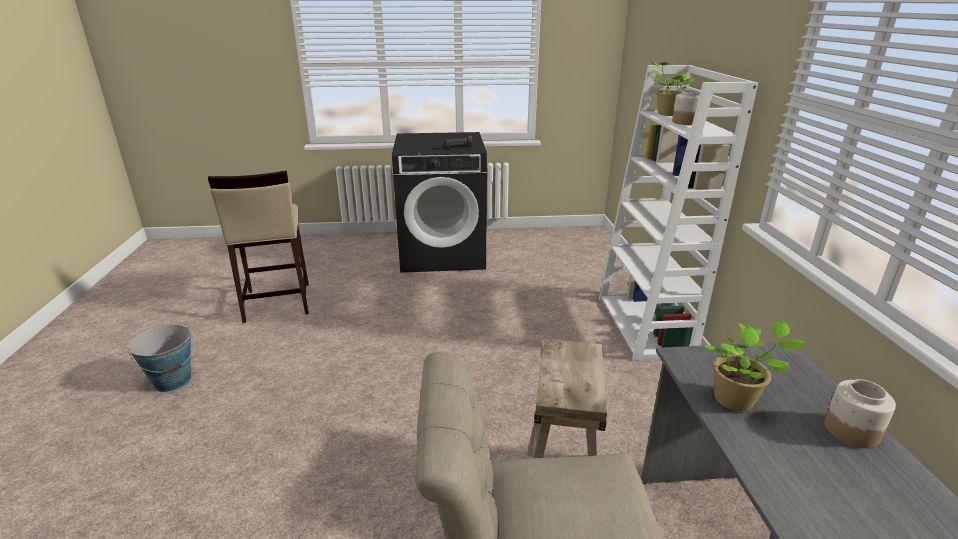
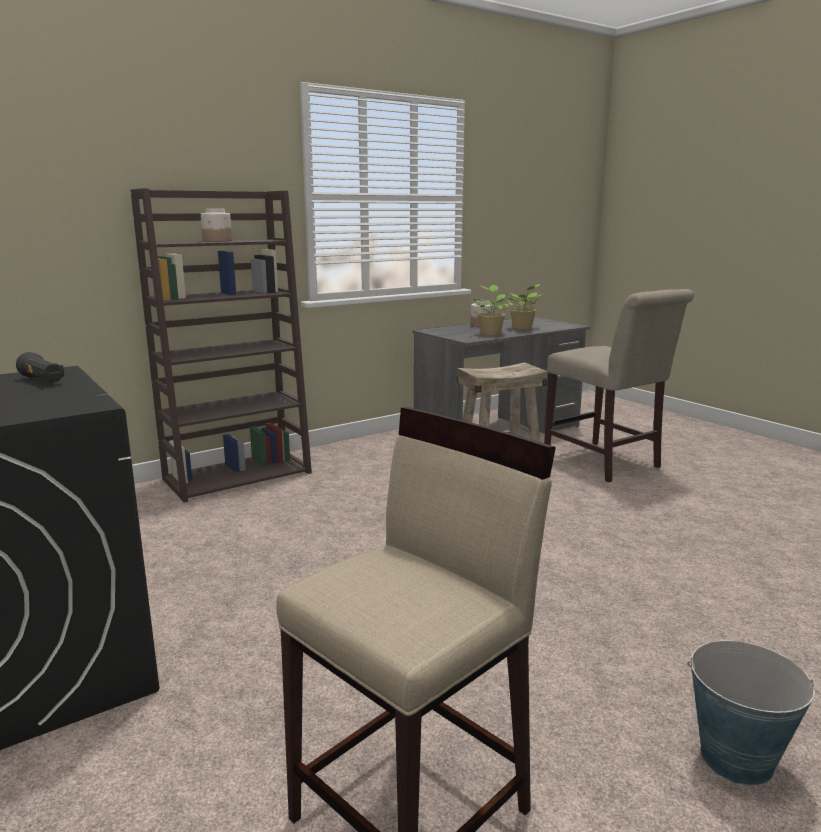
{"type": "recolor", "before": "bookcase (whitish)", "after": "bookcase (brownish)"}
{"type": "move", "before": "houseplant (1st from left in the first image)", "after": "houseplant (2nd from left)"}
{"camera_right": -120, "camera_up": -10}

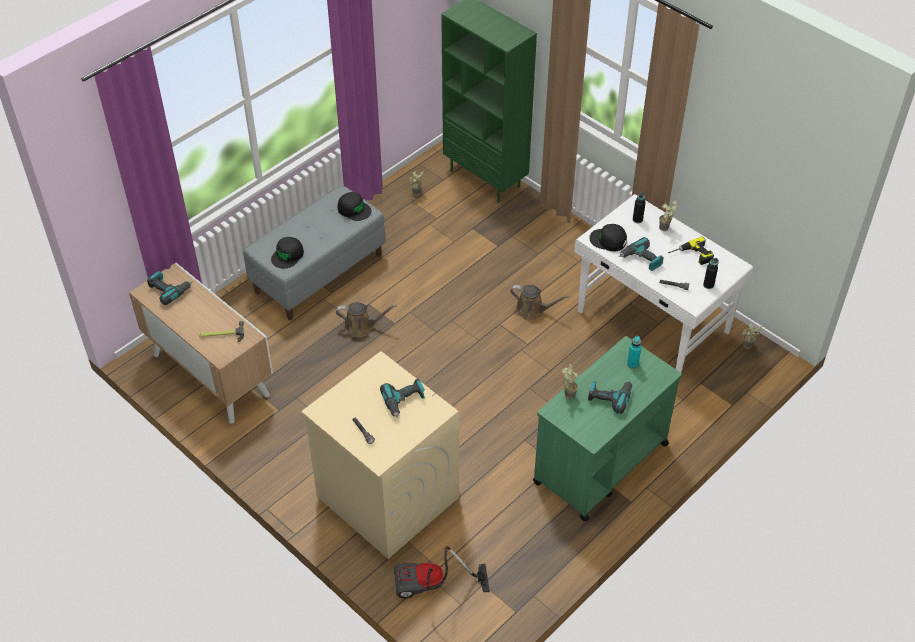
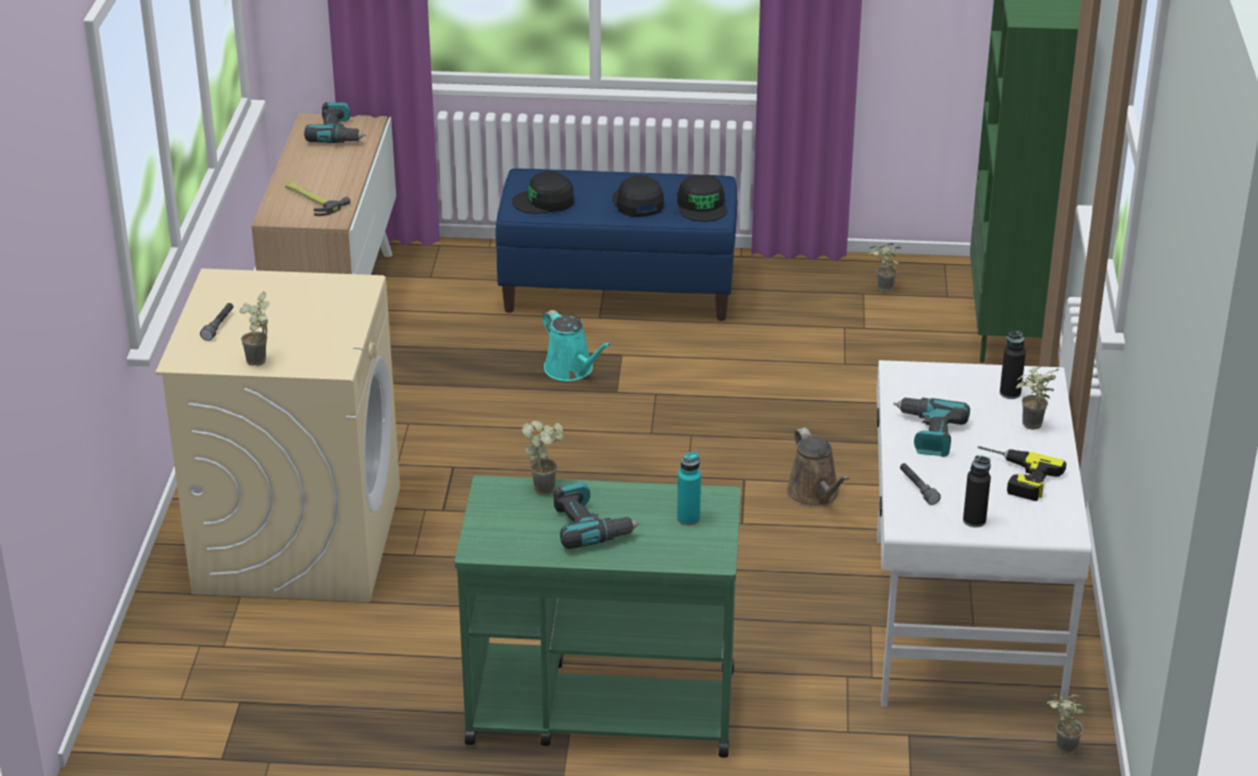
{"type": "insert", "after": "houseplant (1st from left)"}
{"type": "recolor", "before": "bench (greyish)", "after": "bench (blue)"}
{"type": "recolor", "before": "watering pot (brownish) (1st from left)", "after": "watering pot (blue-green)"}
{"type": "move", "before": "baseball cap (black) (3rd from left in the first image)", "after": "baseball cap (black) (2nd from left)"}
{"type": "delete", "before": "power drill (2nd from left)"}
{"type": "delete", "before": "vacuum"}
{"camera_right": 50, "camera_up": -15}

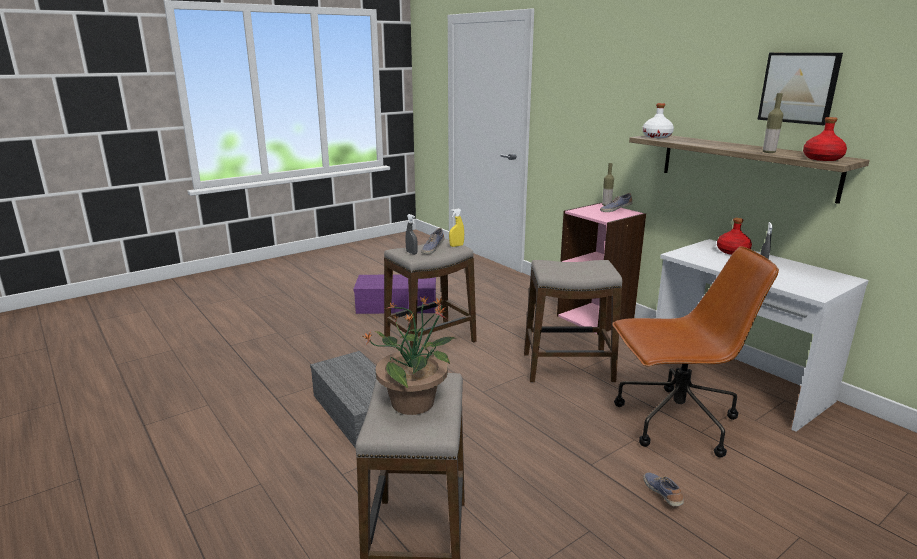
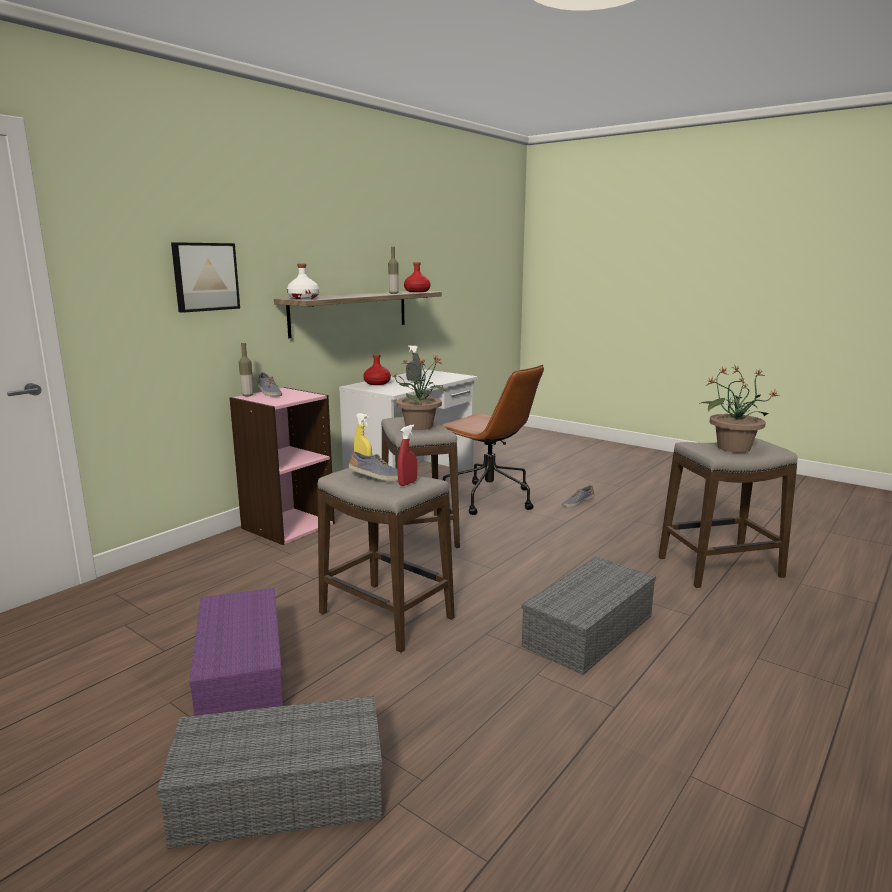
{"type": "insert", "after": "storage container (greyish) (1st from left)"}
{"type": "move", "before": "wall art"}
{"type": "insert", "after": "houseplant (1st from left)"}
{"type": "recolor", "before": "hand sprayer (greyish) (1st from left)", "after": "hand sprayer (red-coloured)"}
{"type": "rotate", "before": "computer chair (brownish)", "turn": 150}
{"camera_right": -105, "camera_up": -5}

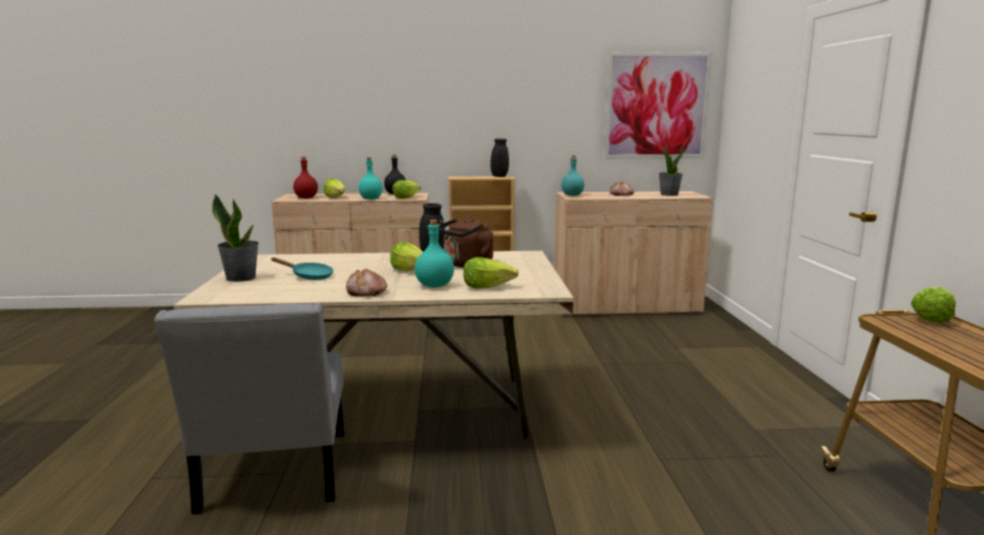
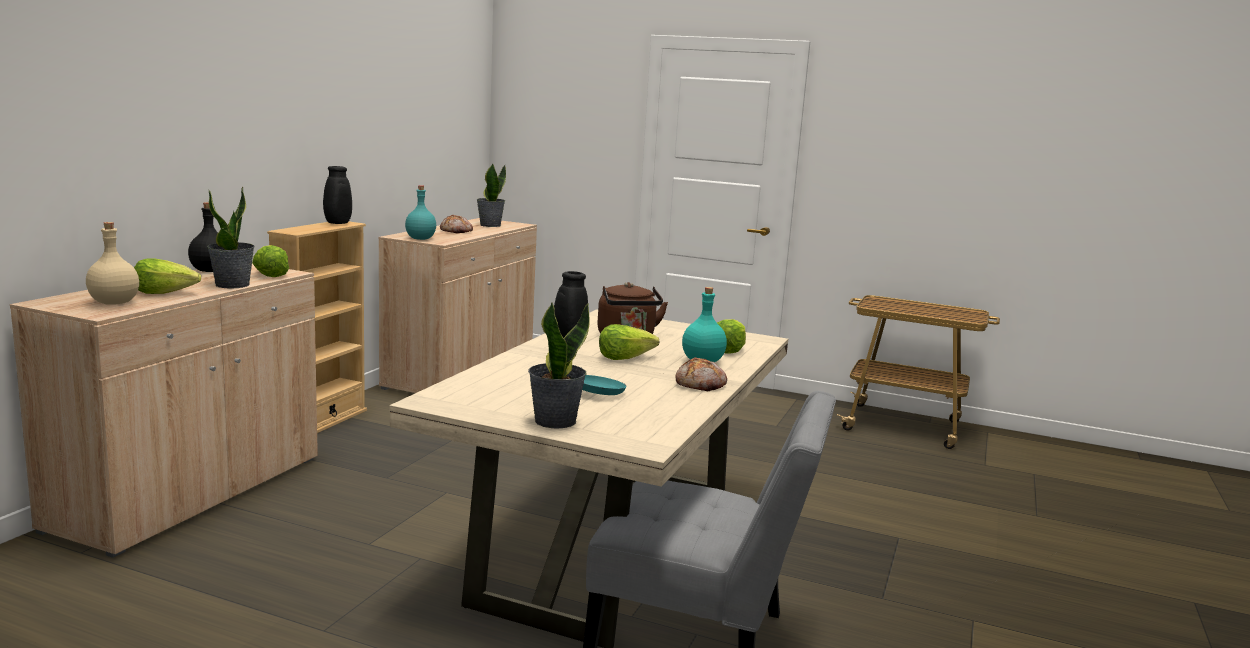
{"type": "recolor", "before": "beverage bottle (red-coloured)", "after": "beverage bottle (beige-coloured)"}
{"type": "replace", "before": "beverage bottle (blue-green) (1st from left)", "after": "houseplant (1st from left)"}
{"type": "delete", "before": "wall art"}
{"type": "delete", "before": "lettuce (5th from left)"}
{"camera_right": -65, "camera_up": 0}

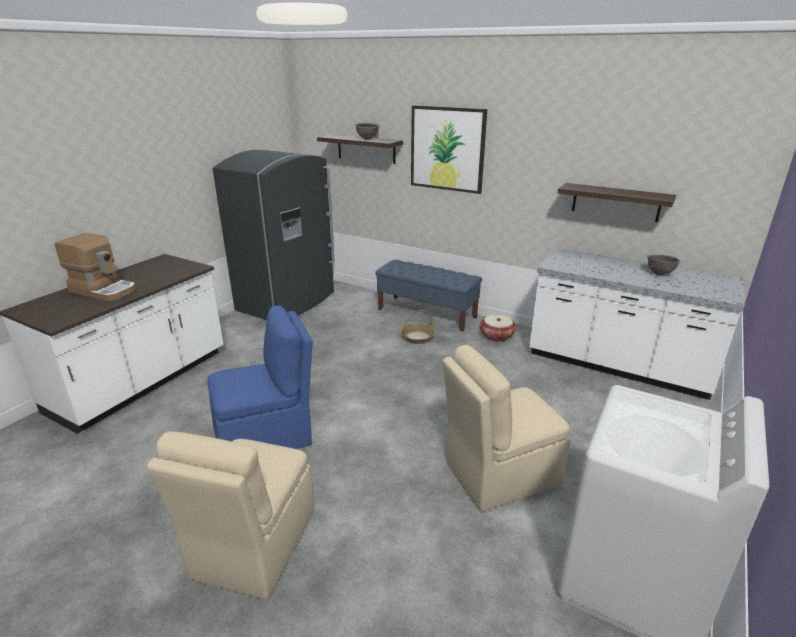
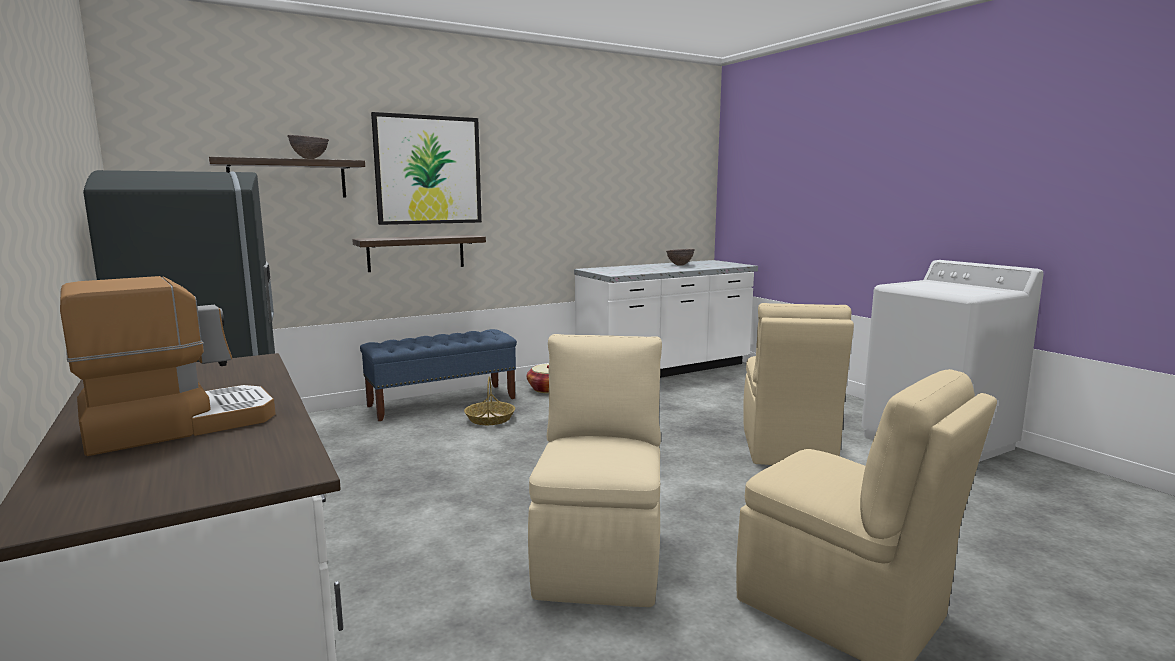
{"type": "move", "before": "bracket shelf (2nd from left)"}
{"type": "recolor", "before": "plain chair (blue)", "after": "plain chair (beige-coloured) (1st from left)"}
{"camera_right": -60, "camera_up": -15}

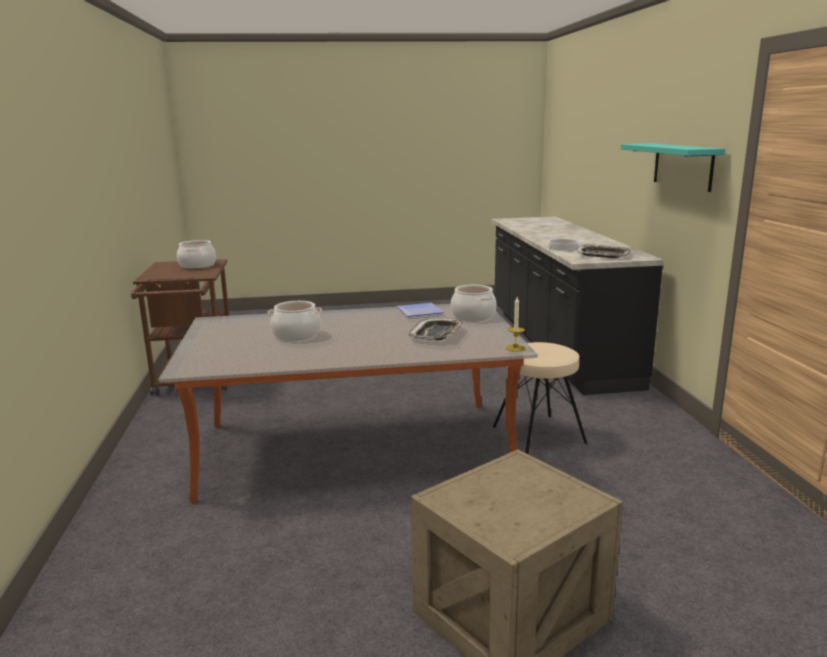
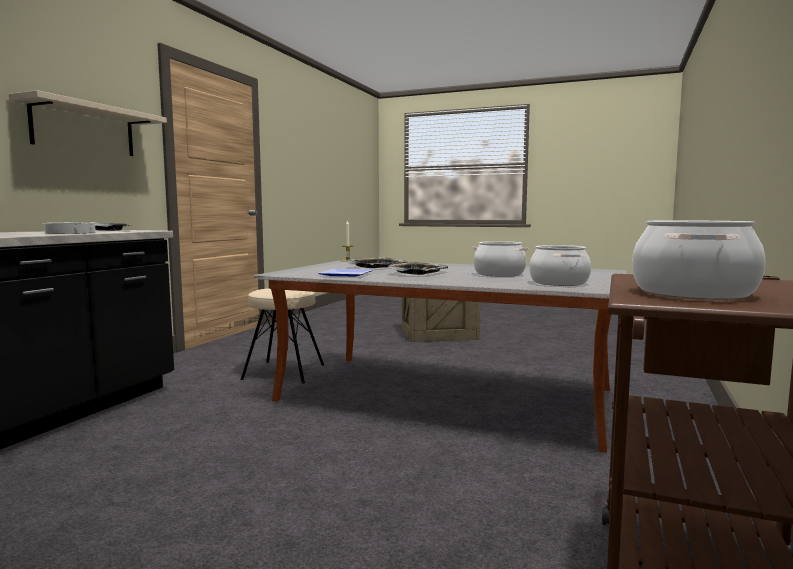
{"type": "recolor", "before": "bracket shelf (blue-green)", "after": "bracket shelf (beige-coloured)"}
{"type": "insert", "after": "serving tray (3rd from left)"}
{"type": "move", "before": "cooking pot (3rd from left)"}
{"camera_right": -150, "camera_up": -10}

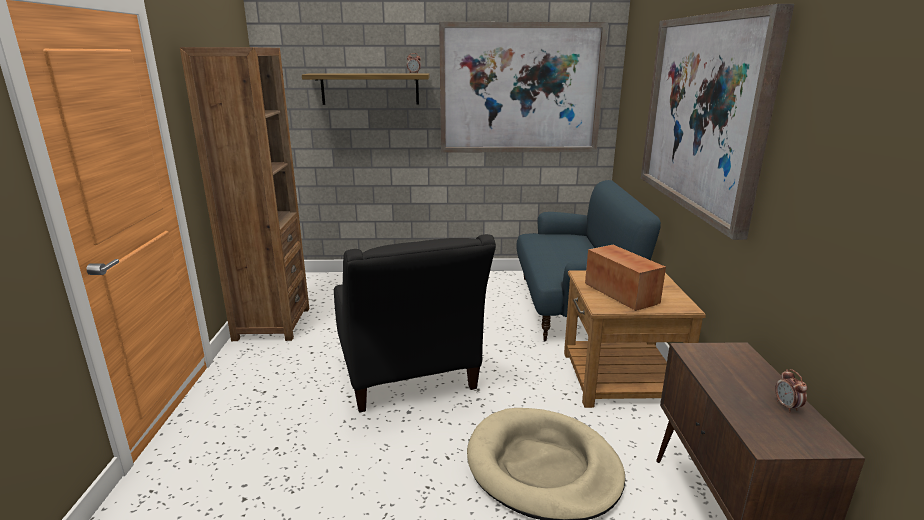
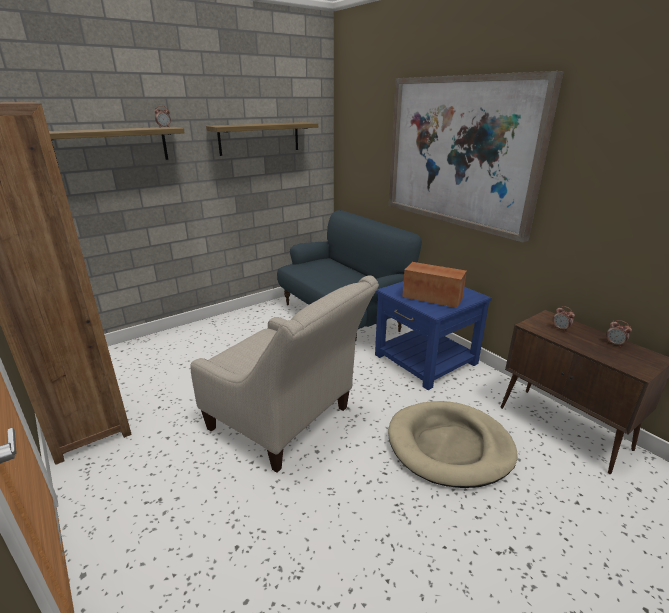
{"type": "recolor", "before": "lounge chair (black)", "after": "lounge chair (beige-coloured)"}
{"type": "replace", "before": "wall art (1st from left)", "after": "bracket shelf (2nd from left)"}
{"type": "recolor", "before": "end table (brownish)", "after": "end table (blue)"}
{"type": "insert", "after": "bedside clock (2nd from left)"}
{"camera_right": -35, "camera_up": 5}

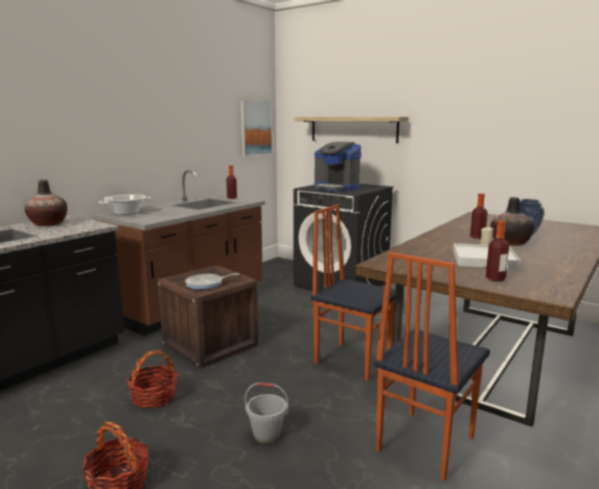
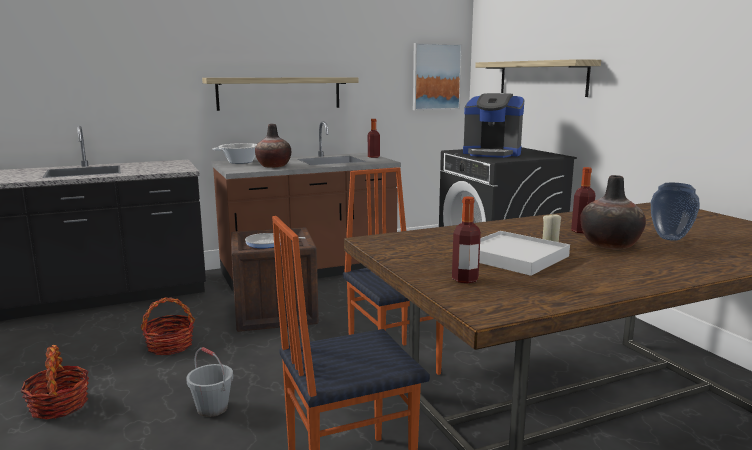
{"type": "insert", "after": "bracket shelf (1st from left)"}
{"type": "move", "before": "vase (1st from left)"}
{"type": "rotate", "before": "coffee maker", "turn": -45}
{"camera_right": 30, "camera_up": 0}

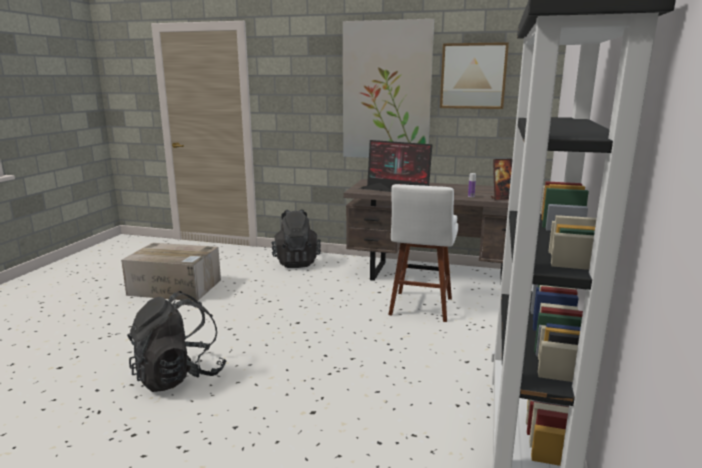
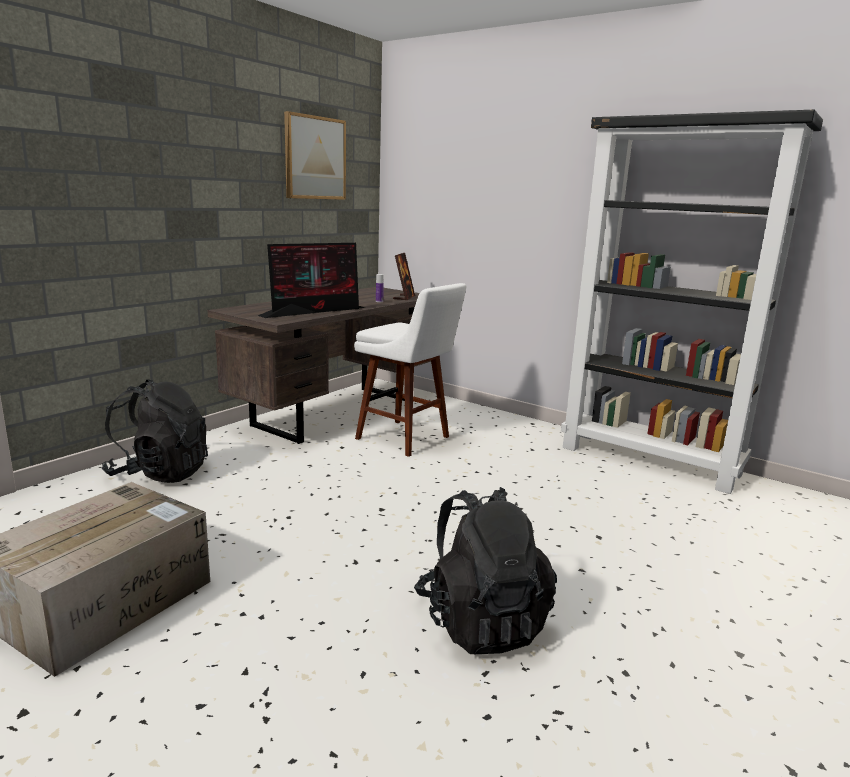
{"type": "delete", "before": "wall art (1st from left)"}
{"camera_right": -70, "camera_up": 0}

